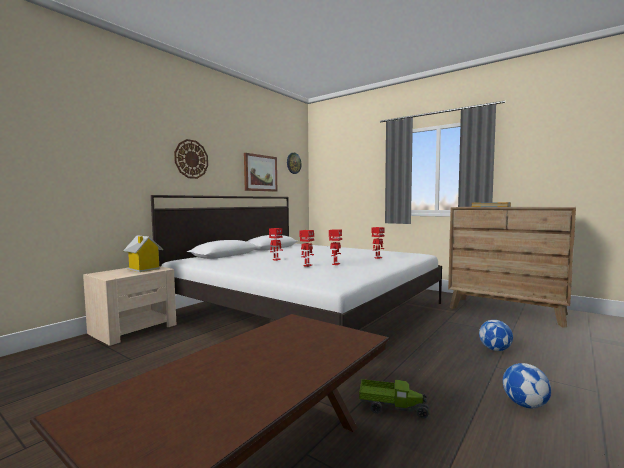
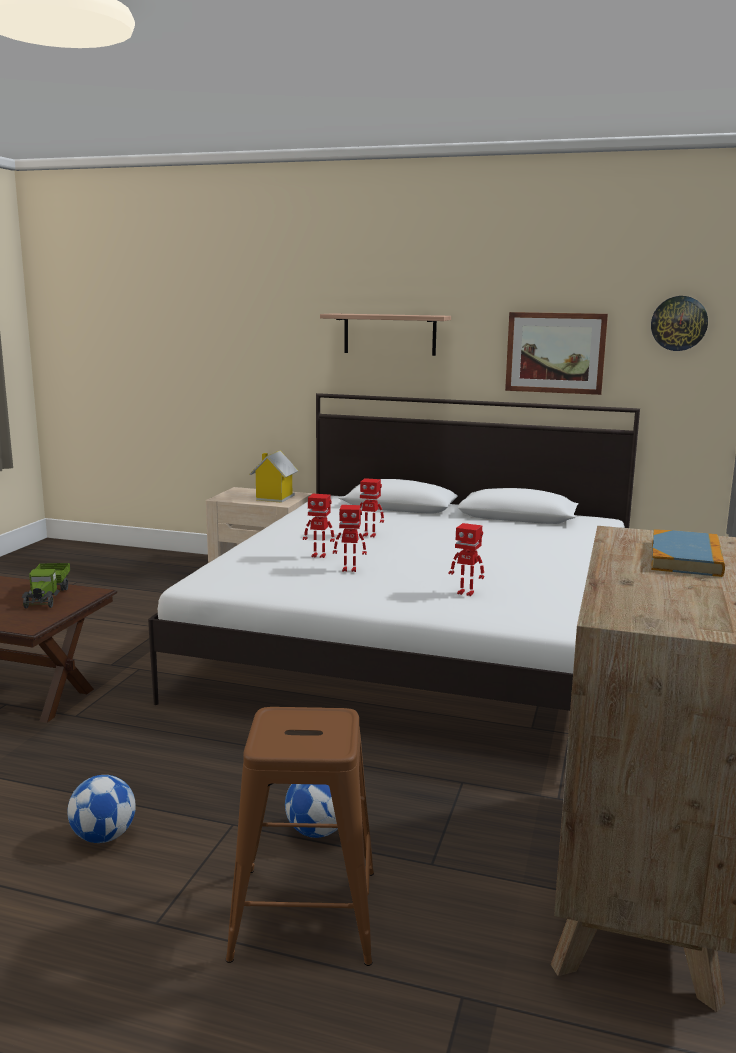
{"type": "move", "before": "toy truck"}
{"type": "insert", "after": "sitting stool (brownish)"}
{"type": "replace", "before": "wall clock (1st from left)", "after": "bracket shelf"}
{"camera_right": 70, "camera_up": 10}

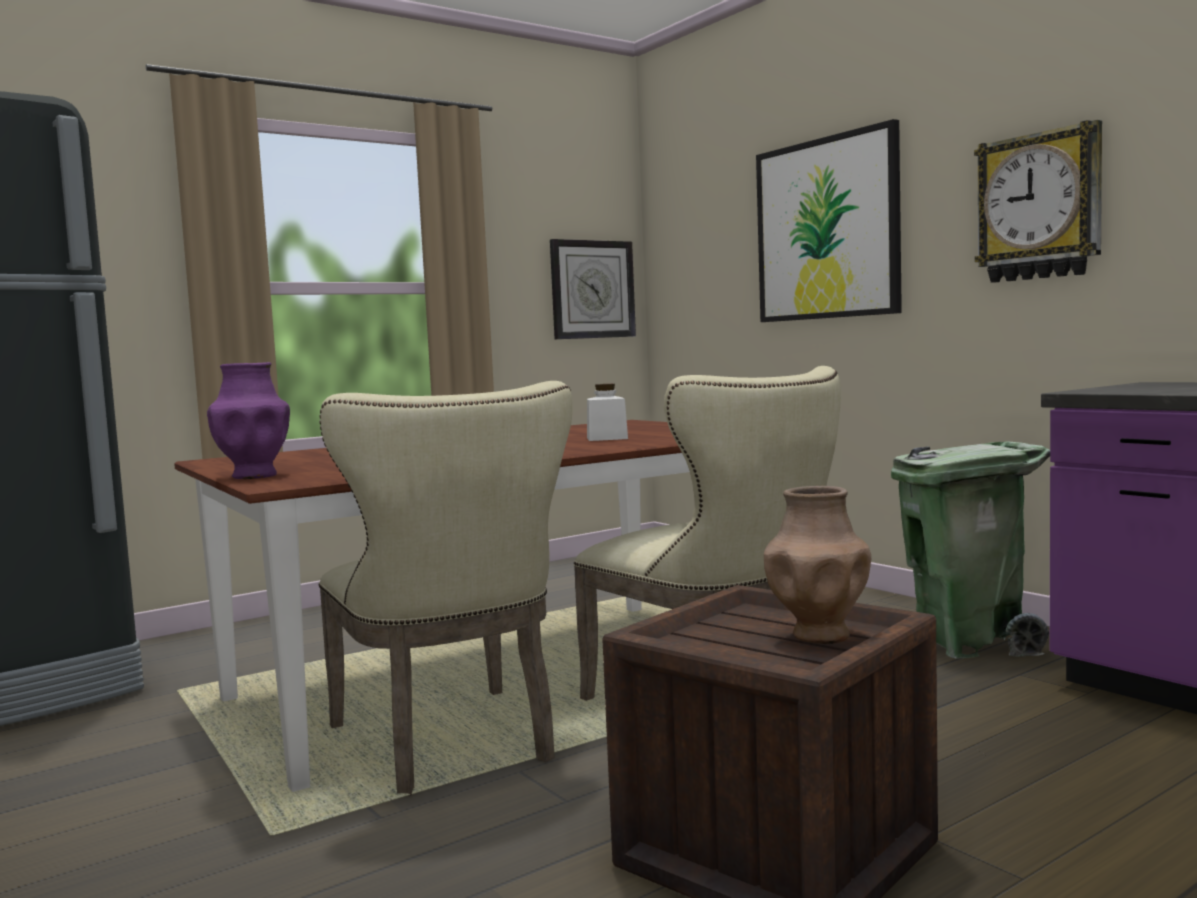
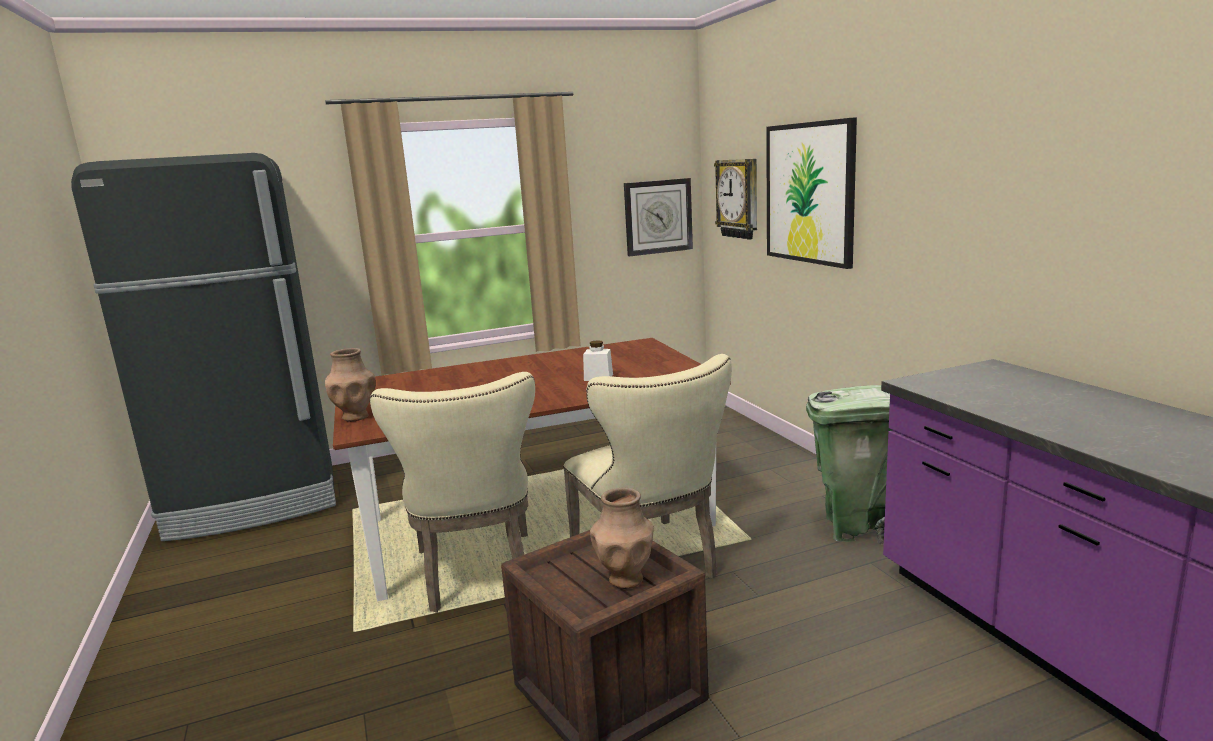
{"type": "recolor", "before": "vase (purplish)", "after": "vase (brownish) (1st from left)"}
{"type": "move", "before": "wall clock (2nd from left)"}
{"camera_right": 15, "camera_up": 10}

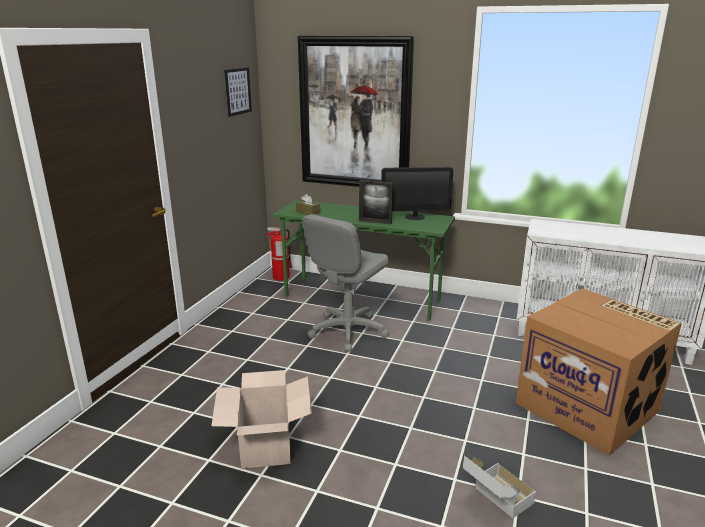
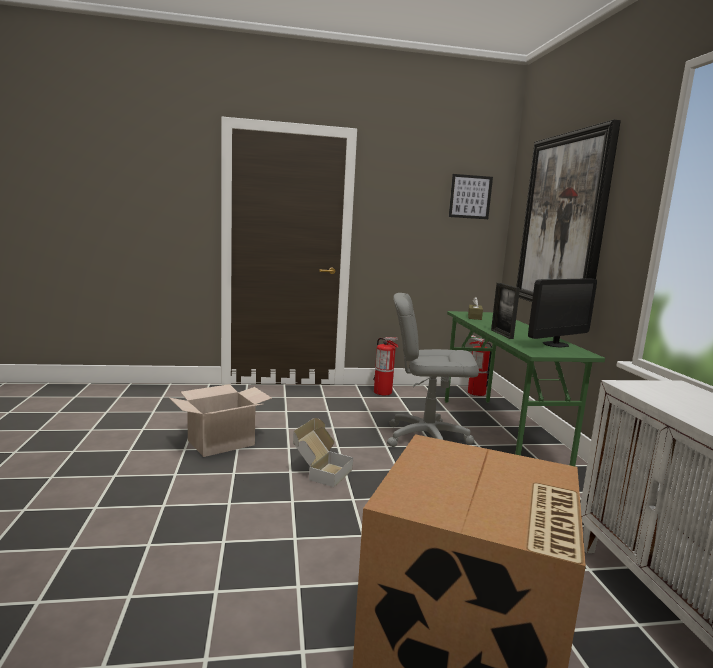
{"type": "move", "before": "cardboard box (2nd from left)"}
{"type": "insert", "after": "fire extinguisher (1st from left)"}
{"type": "rotate", "before": "monitor", "turn": -90}
{"camera_right": 60, "camera_up": -10}

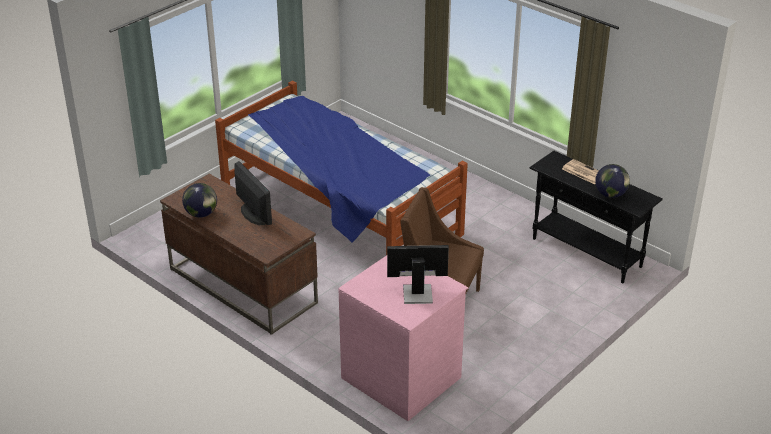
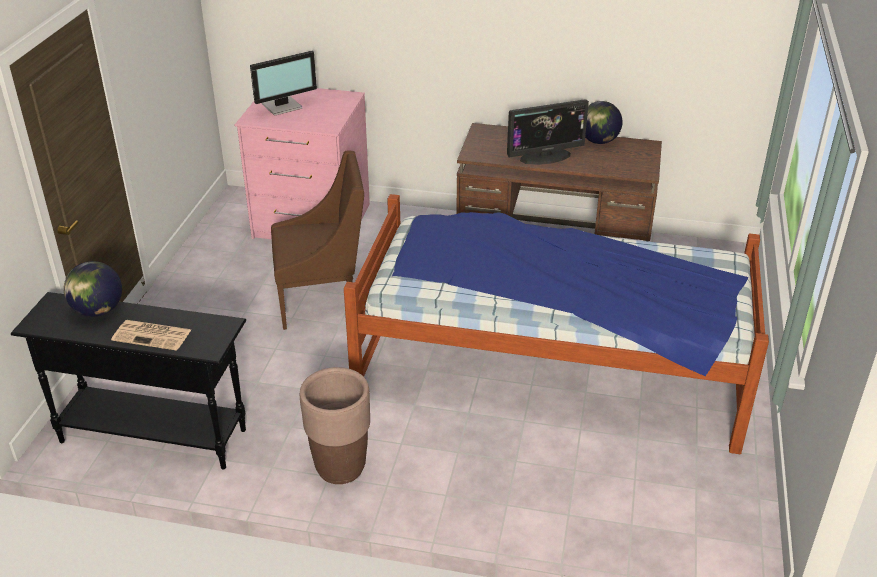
{"type": "insert", "after": "flower pot (brownish)"}
{"type": "rotate", "before": "monitor (1st from left in the first image)", "turn": -45}
{"camera_right": 150, "camera_up": 0}

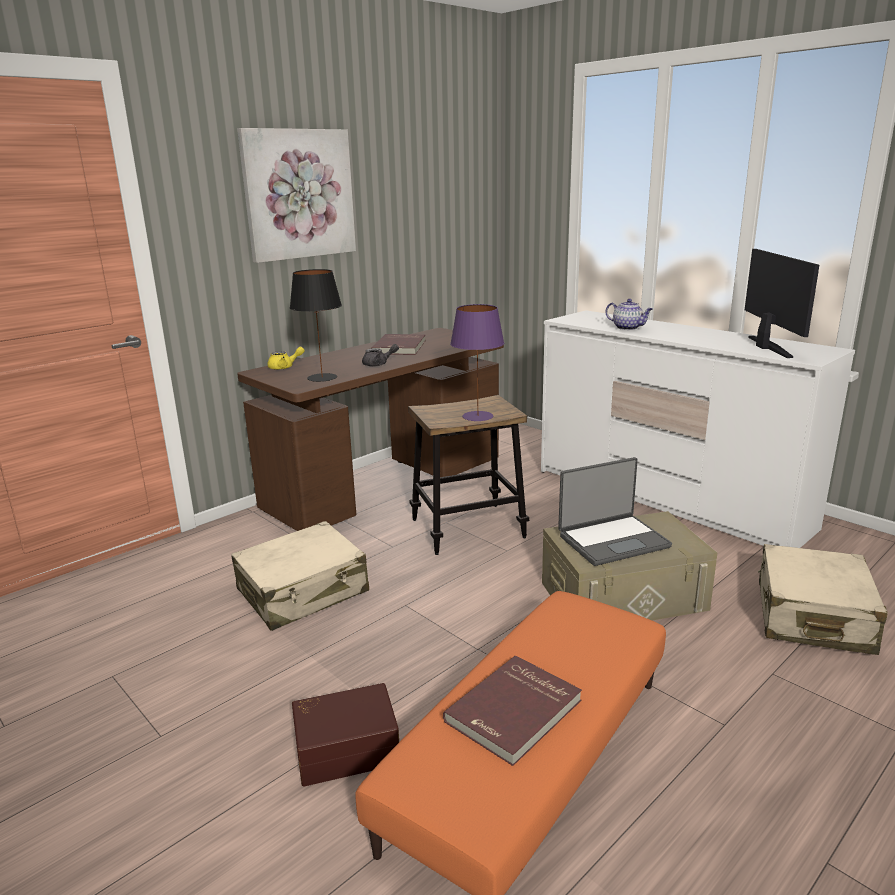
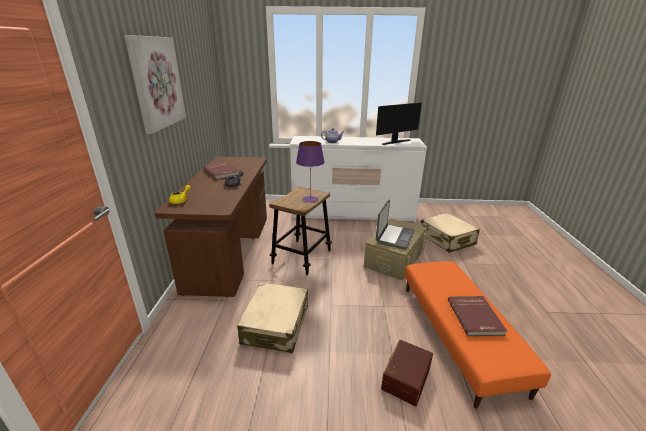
{"type": "rotate", "before": "monitor", "turn": 105}
{"type": "delete", "before": "tabletop lamp (black)"}
{"camera_right": -45, "camera_up": 5}

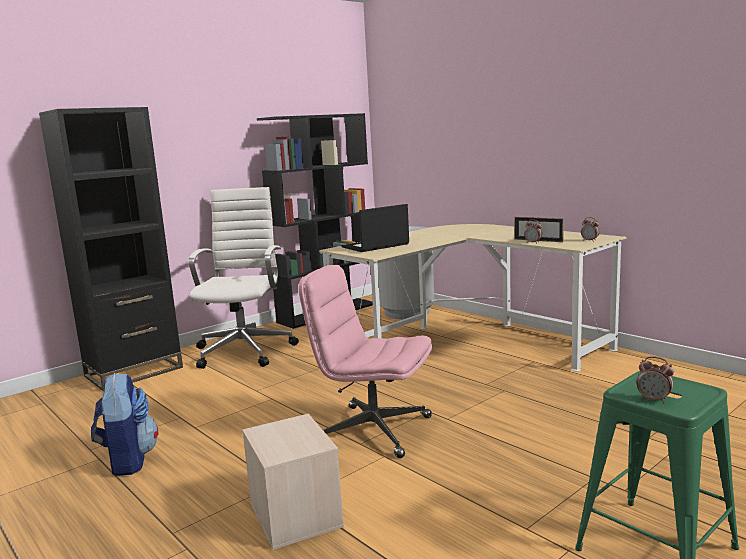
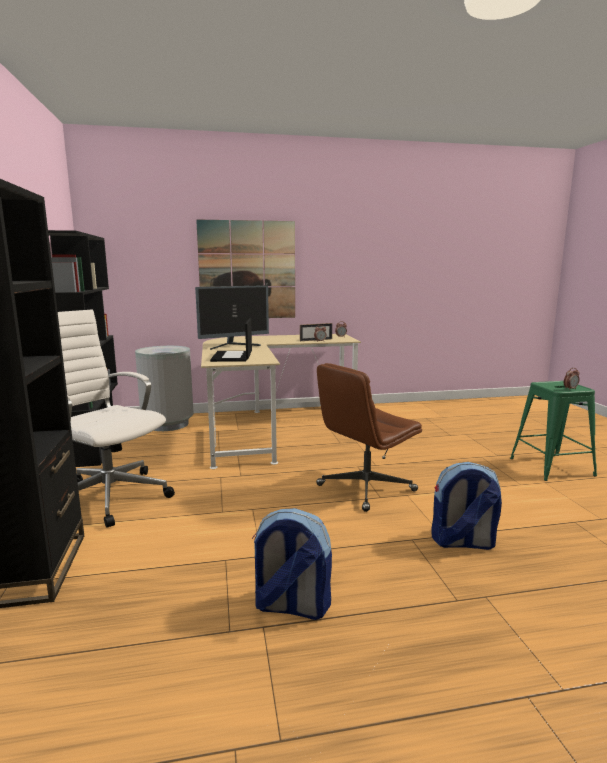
{"type": "insert", "after": "monitor"}
{"type": "insert", "after": "wall art"}
{"type": "recolor", "before": "computer chair (pinkish)", "after": "computer chair (brownish)"}
{"type": "replace", "before": "storage container (beige-coloured)", "after": "backpack (2nd from left)"}
{"camera_right": -60, "camera_up": 0}

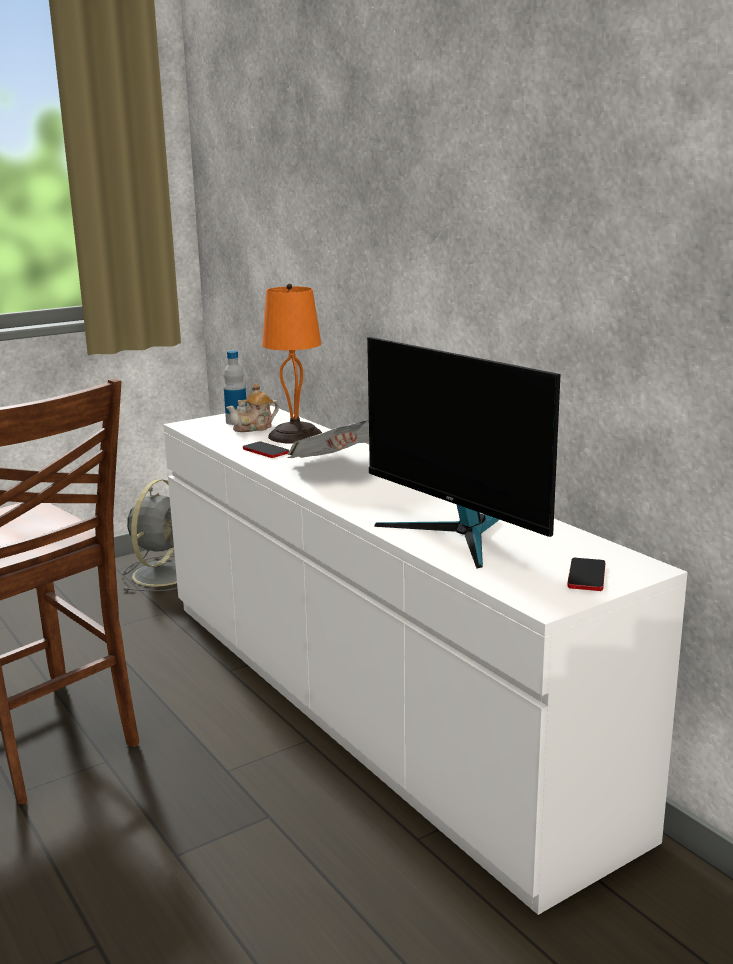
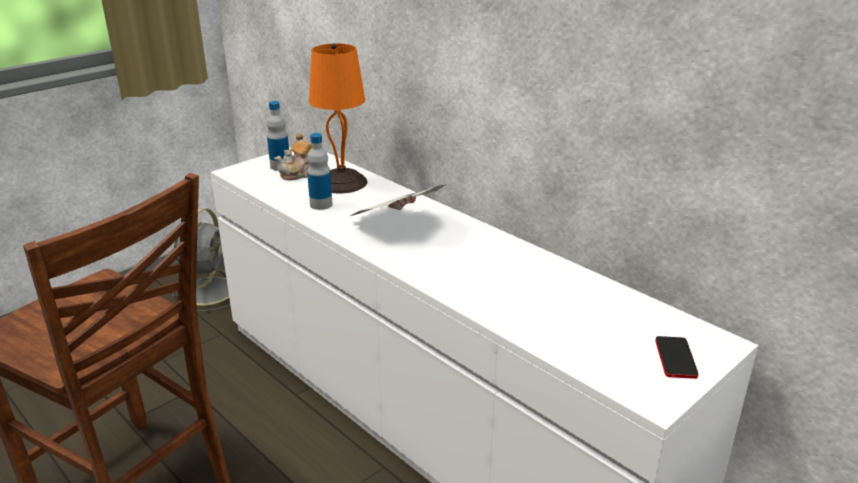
{"type": "replace", "before": "phone (1st from left)", "after": "beverage bottle (2nd from left)"}
{"type": "delete", "before": "monitor"}
{"camera_right": -10, "camera_up": 10}

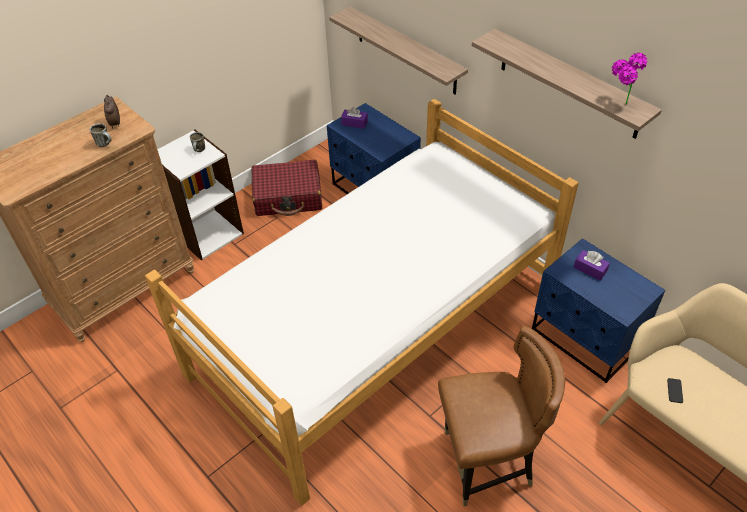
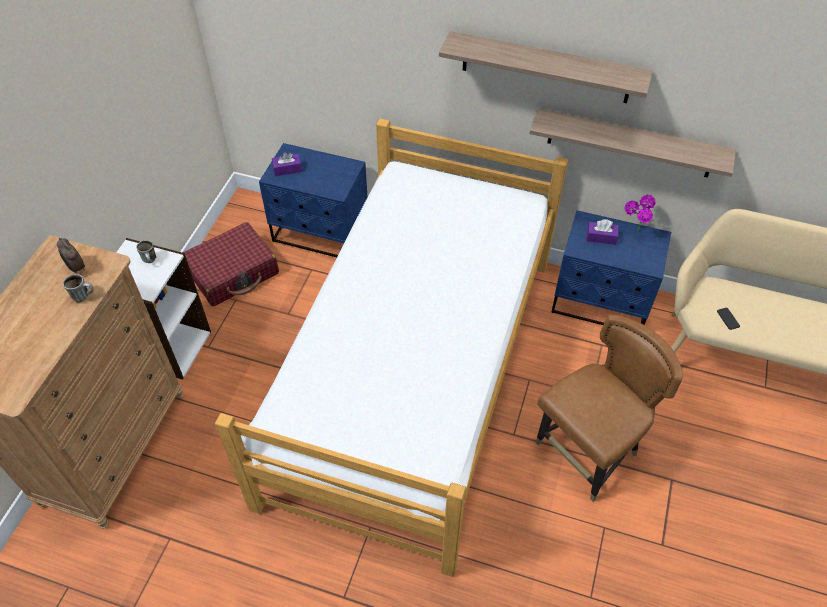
{"type": "move", "before": "bracket shelf (1st from left in the first image)", "after": "bracket shelf (2nd from left)"}
{"type": "move", "before": "houseplant"}
{"camera_right": -30, "camera_up": 5}

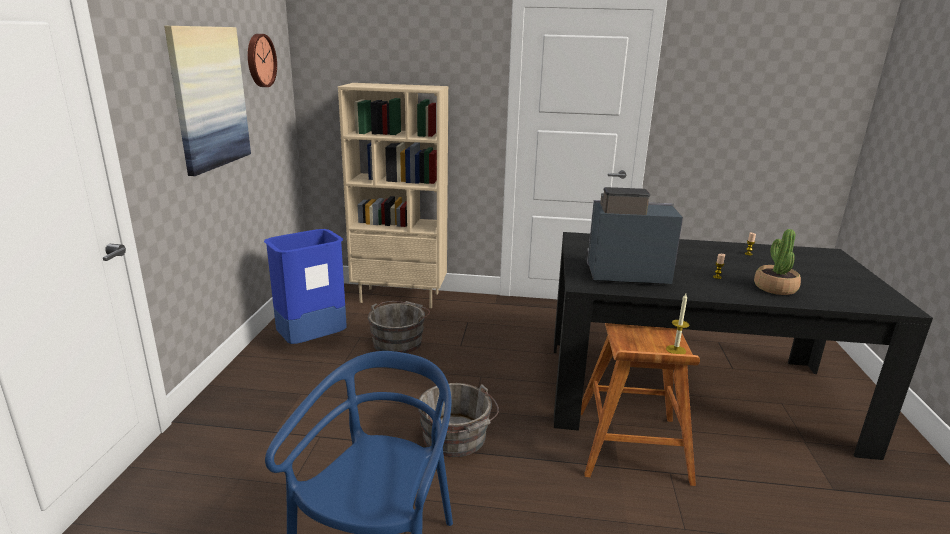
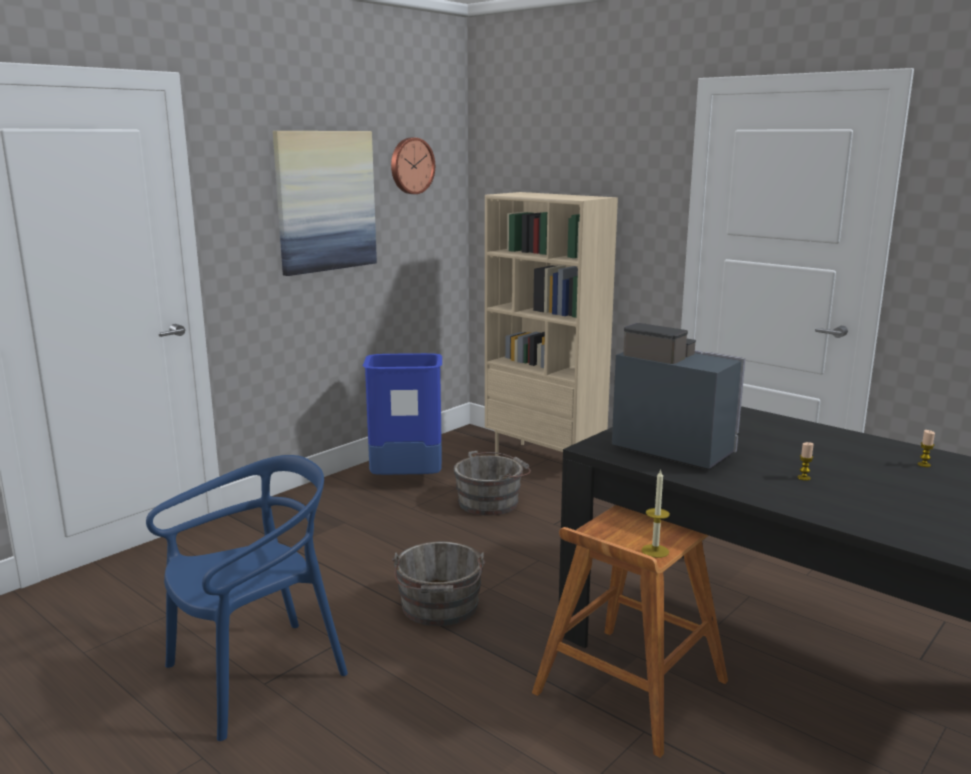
{"type": "delete", "before": "houseplant"}
{"camera_right": 35, "camera_up": -5}

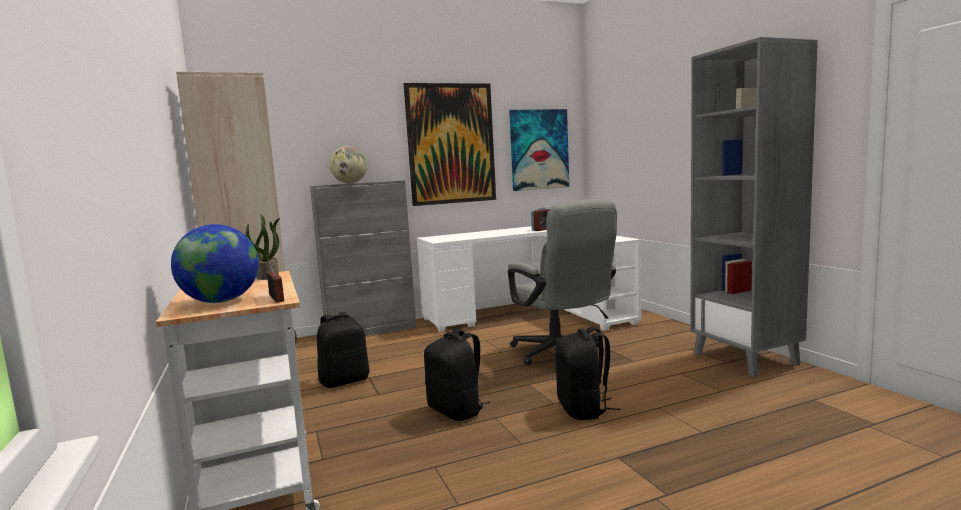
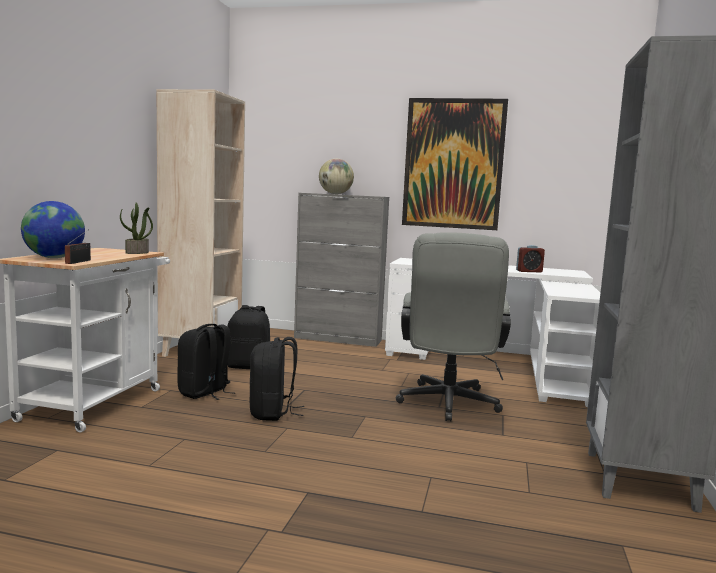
{"type": "move", "before": "backpack (black) (3rd from left in the first image)", "after": "backpack (black) (1st from left)"}
{"type": "delete", "before": "wall art (2nd from left)"}
{"camera_right": 35, "camera_up": 0}

